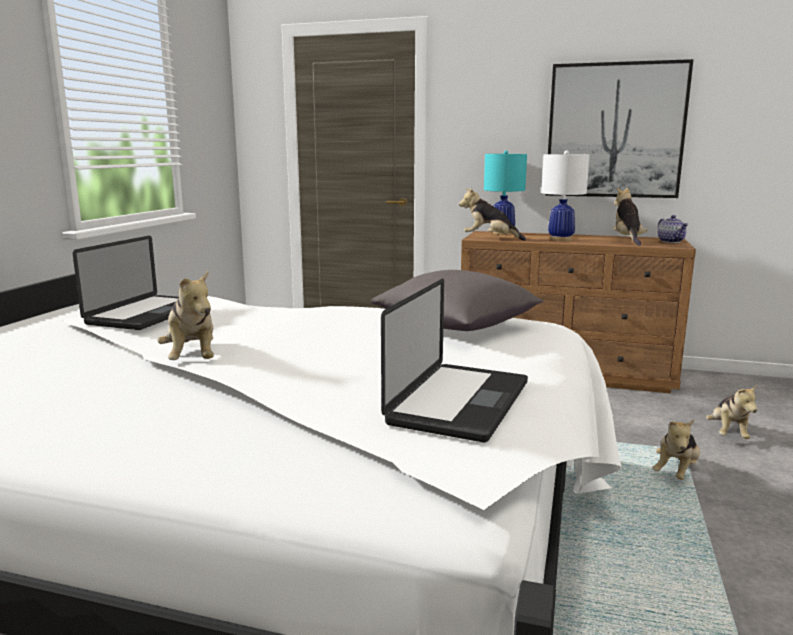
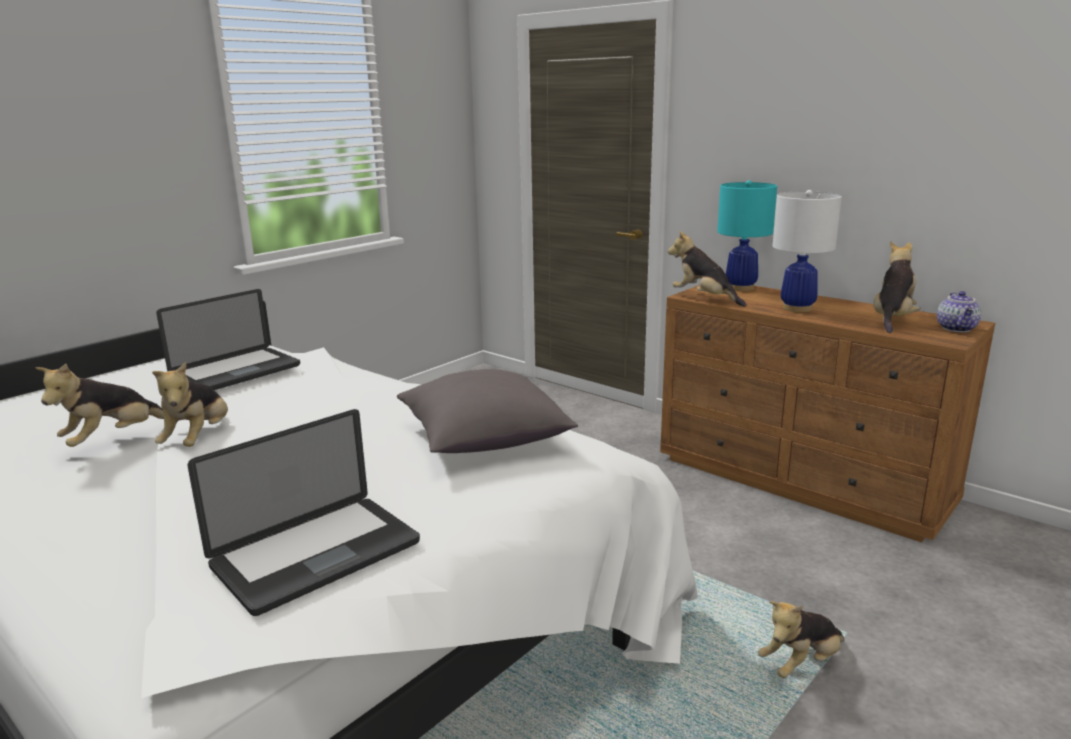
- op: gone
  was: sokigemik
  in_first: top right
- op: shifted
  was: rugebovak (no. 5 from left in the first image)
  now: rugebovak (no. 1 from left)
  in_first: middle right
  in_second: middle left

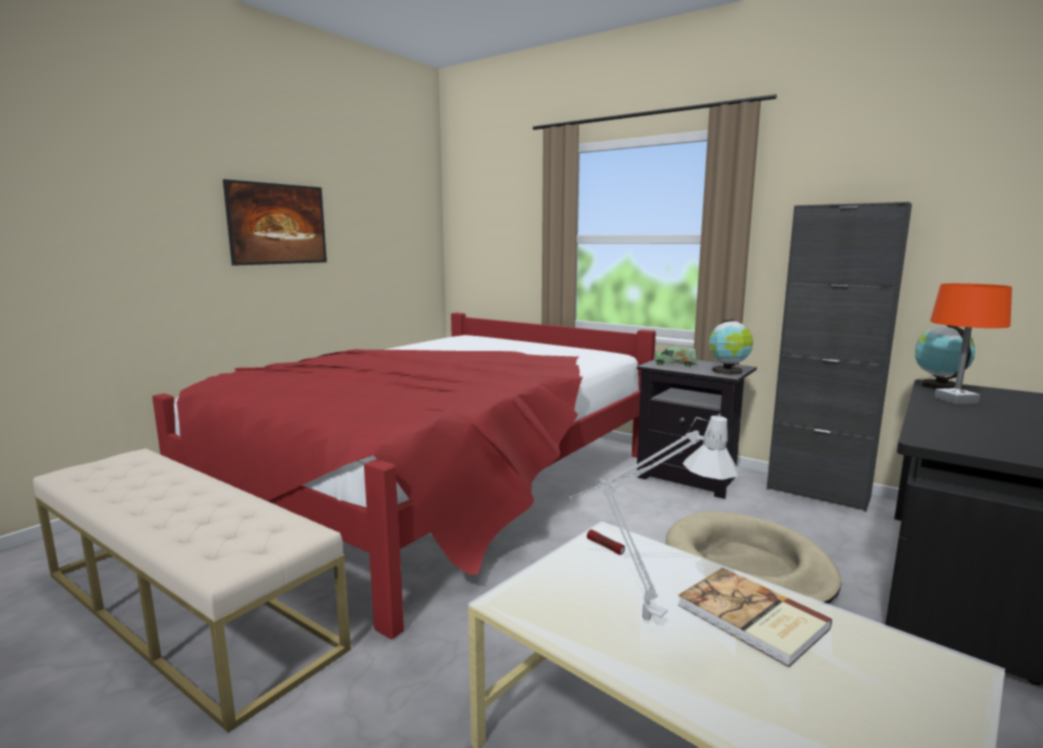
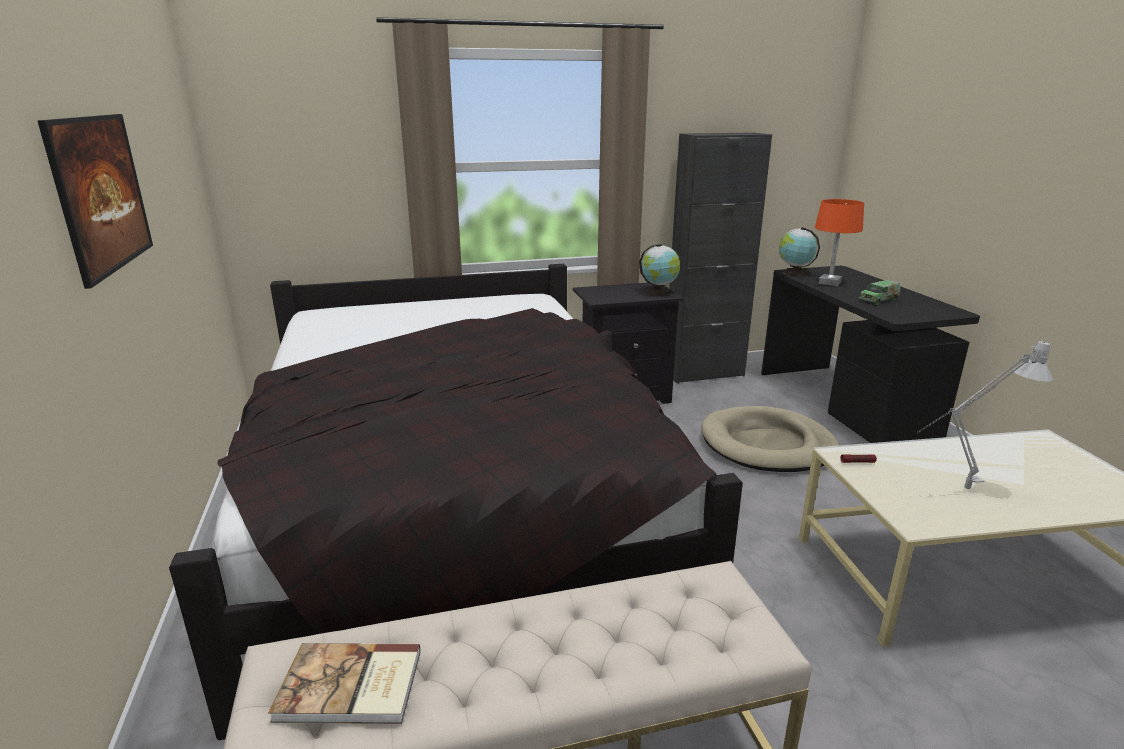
- op: repainted
  was: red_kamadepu
  now: black_kamadepu
  in_first: centre
  in_second: bottom centre
- op: shifted
  was: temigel
  in_first: centre
  in_second: middle right
- op: shifted
  was: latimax
  in_first: bottom right
  in_second: bottom left

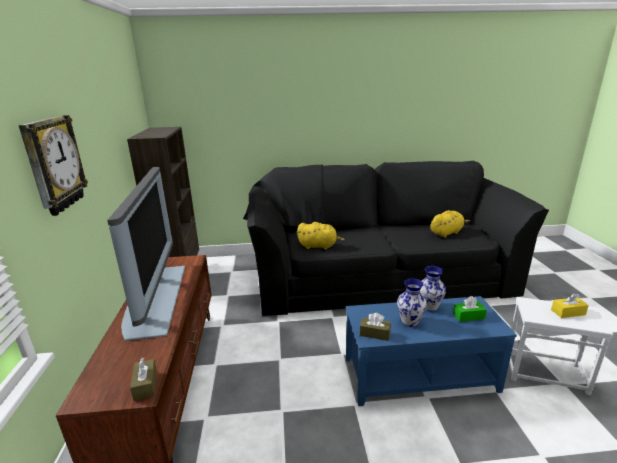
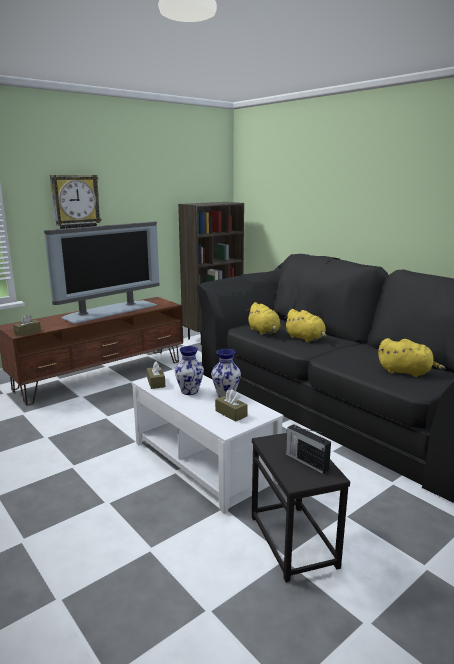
- op: repainted
  was: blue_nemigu
  now: white_nemigu
  in_first: bottom right
  in_second: centre
- op: repainted
  was: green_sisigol
  now: brown_sisigol (no. 3 from left)
  in_first: bottom right
  in_second: centre
- op: repainted
  was: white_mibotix
  now: black_mibotix
  in_first: bottom right
  in_second: bottom centre
- op: swapped
  was: yellow_sisigol
  now: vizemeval
  in_first: middle right
  in_second: bottom right
- op: new
  now: yellow_rugebovak (no. 2 from left)
  in_second: middle right

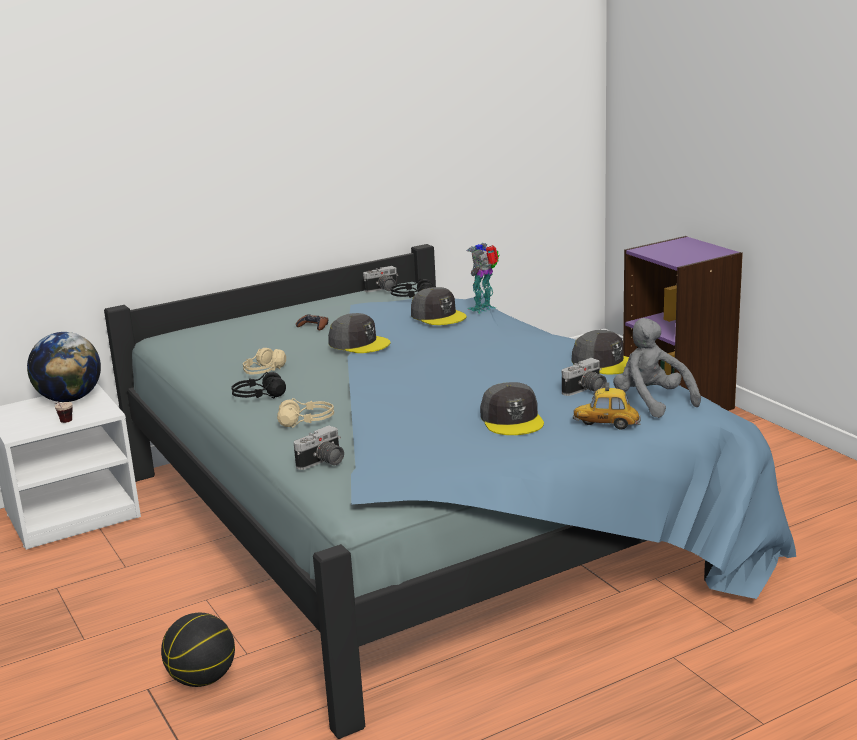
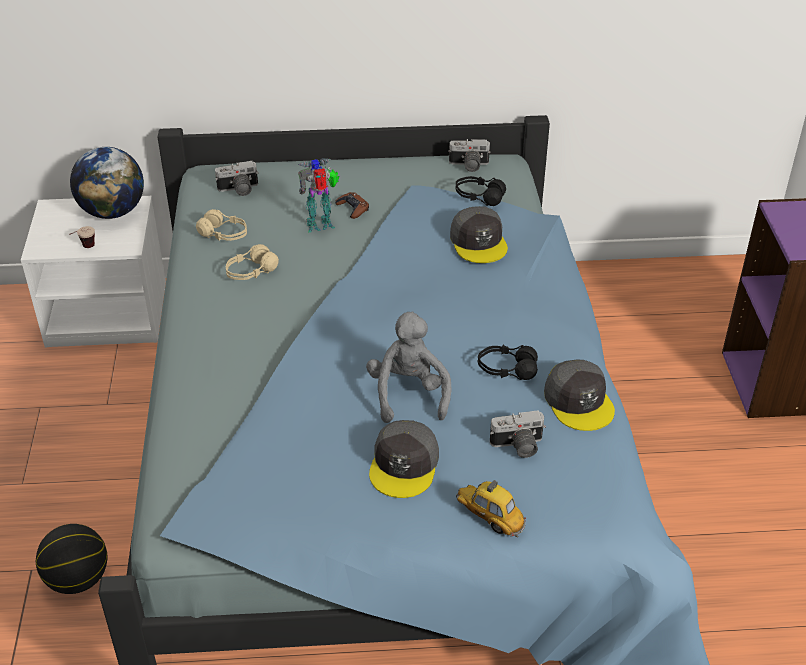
- op: shifted
  was: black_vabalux (no. 1 from left in the first image)
  now: black_vabalux (no. 2 from left)
  in_first: middle left
  in_second: centre
- op: shifted
  was: beige_vabalux (no. 2 from left in the first image)
  now: beige_vabalux (no. 1 from left)
  in_first: centre
  in_second: middle left
- op: shifted
  was: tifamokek (no. 1 from left)
  in_first: centre
  in_second: top left
- op: gone
  was: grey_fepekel (no. 1 from left)
  in_first: centre
- op: shifted
  was: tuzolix
  in_first: centre
  in_second: top centre
- op: shifted
  was: grey_rugebovak
  in_first: middle right
  in_second: centre

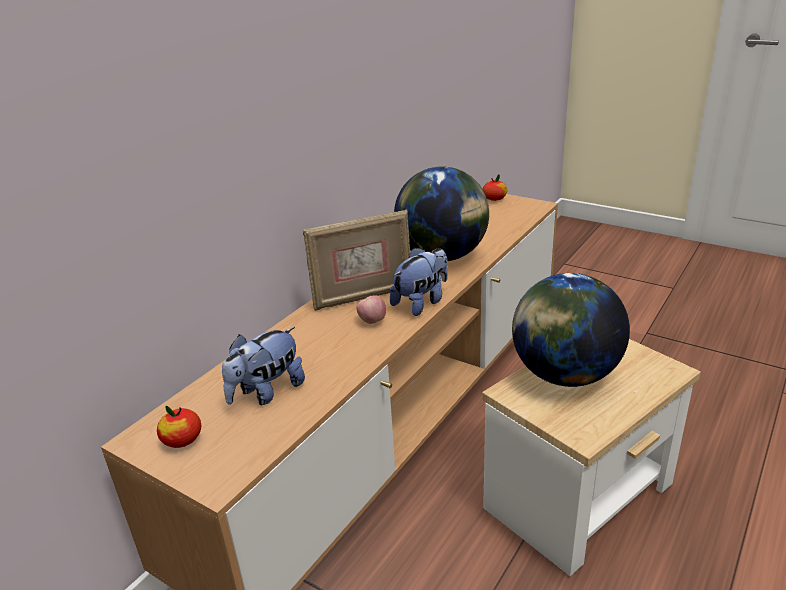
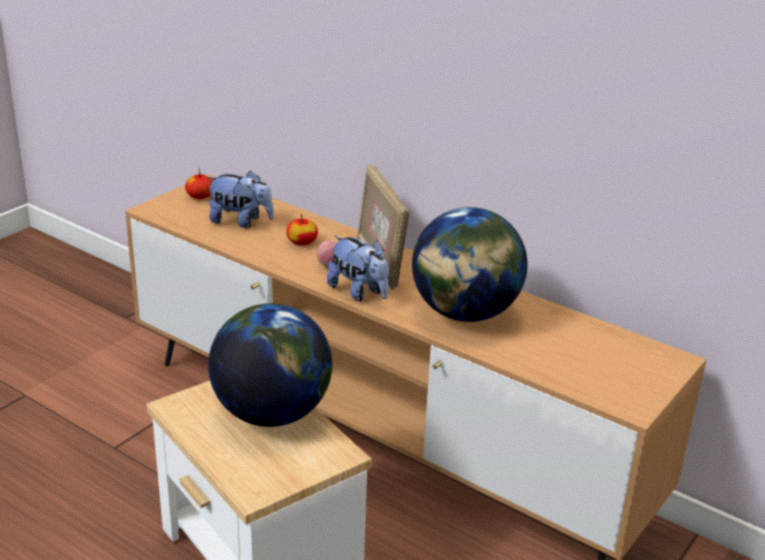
- op: rotated
  was: rugebovak (no. 1 from left)
  in_first: centre
  in_second: middle left
  clockwise: 150
- op: shifted
  was: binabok (no. 3 from left in the first image)
  now: binabok (no. 2 from left)
  in_first: top centre
  in_second: centre

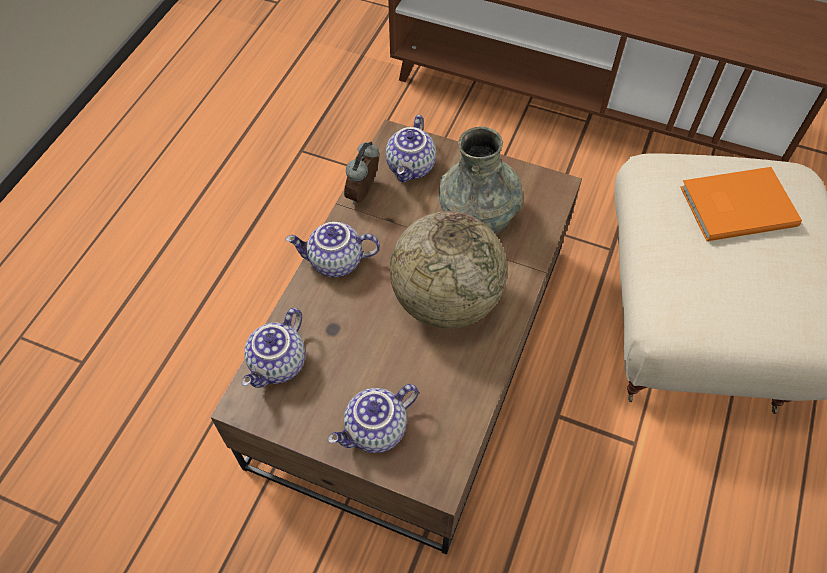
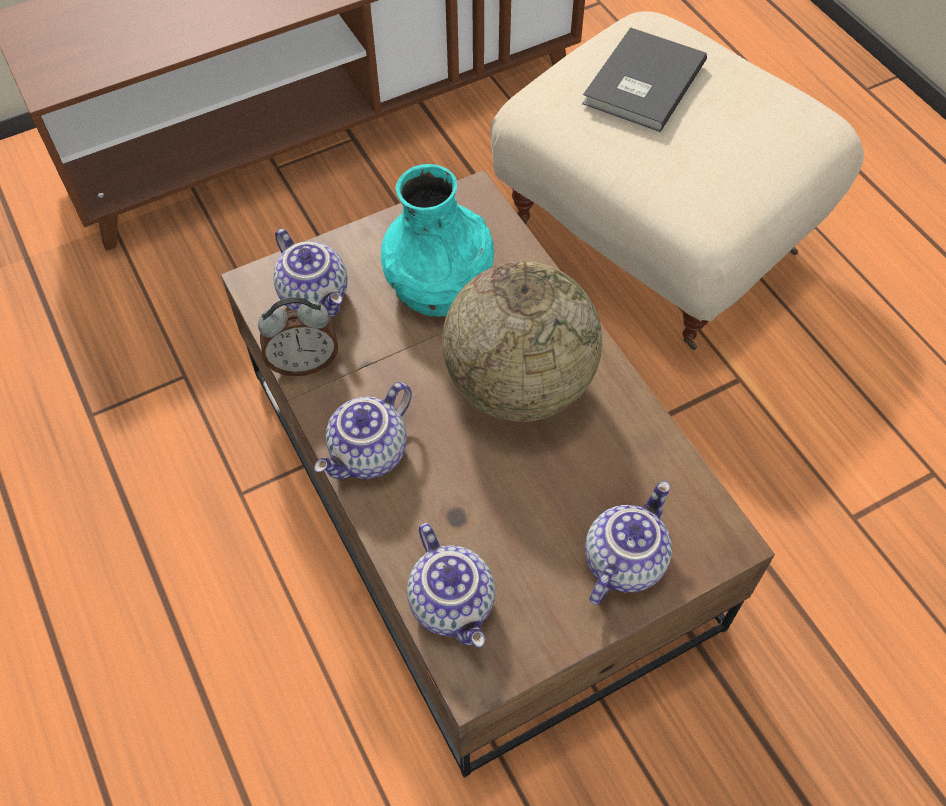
- op: rotated
  was: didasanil (no. 3 from left in the first image)
  in_first: bottom centre
  in_second: bottom centre
  clockwise: -150
- op: rotated
  was: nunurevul
  in_first: top centre
  in_second: middle left
  clockwise: -75
- op: repainted
  was: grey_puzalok
  now: turquoise_puzalok
  in_first: top centre
  in_second: top centre
- op: repainted
  was: orange_latimax
  now: grey_latimax
  in_first: middle right
  in_second: top right

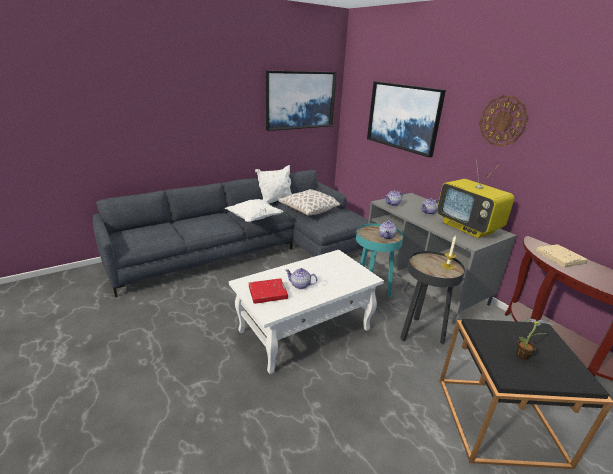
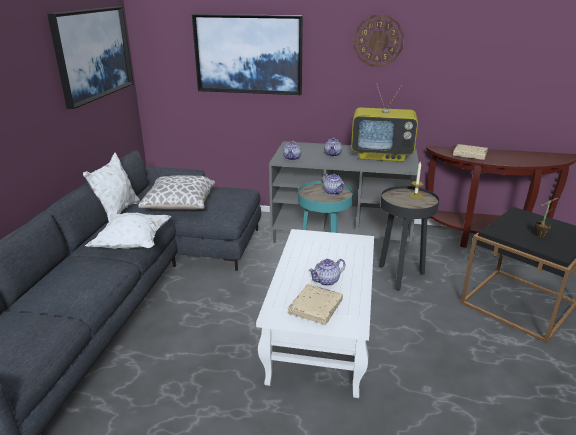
- op: repainted
  was: red_latimax
  now: beige_latimax (no. 1 from left)
  in_first: centre
  in_second: bottom centre

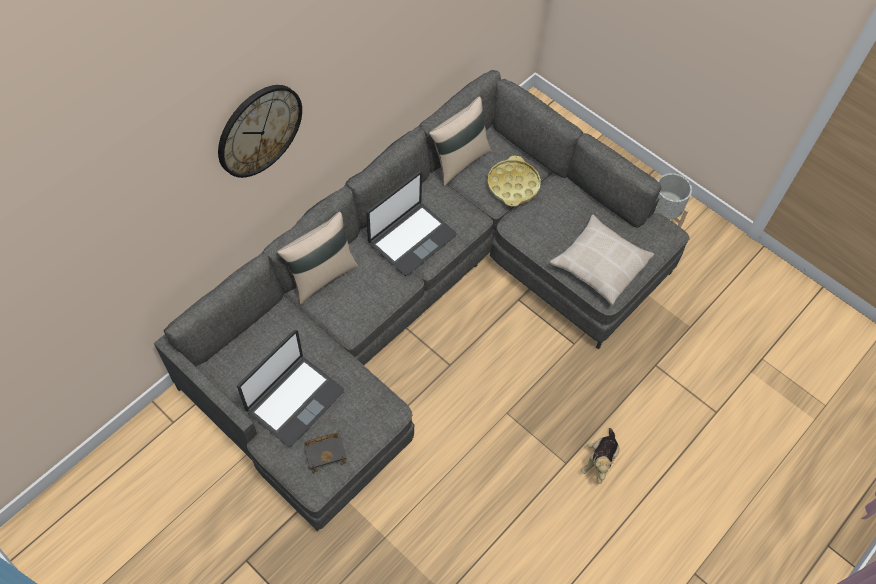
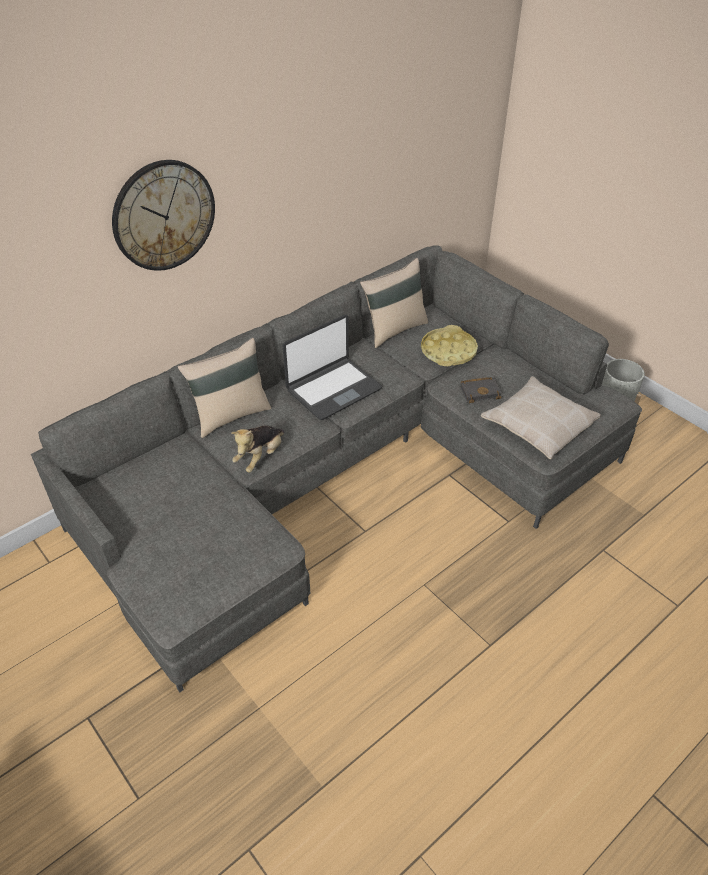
- op: gone
  was: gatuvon (no. 1 from left)
  in_first: middle left
- op: shifted
  was: black_latimax
  in_first: bottom centre
  in_second: middle right
- op: shifted
  was: rugebovak
  in_first: bottom right
  in_second: centre

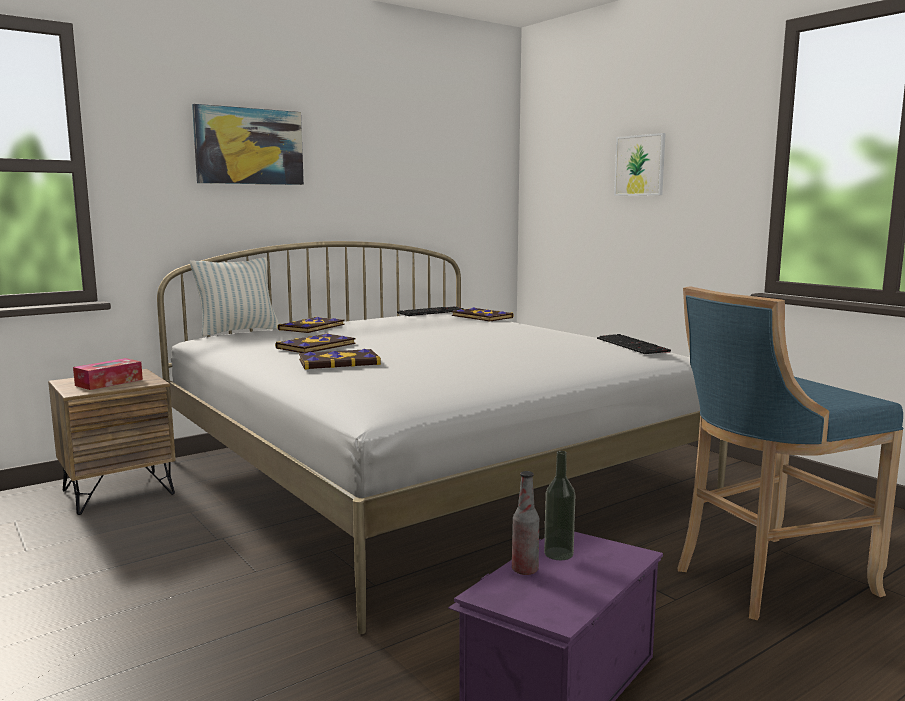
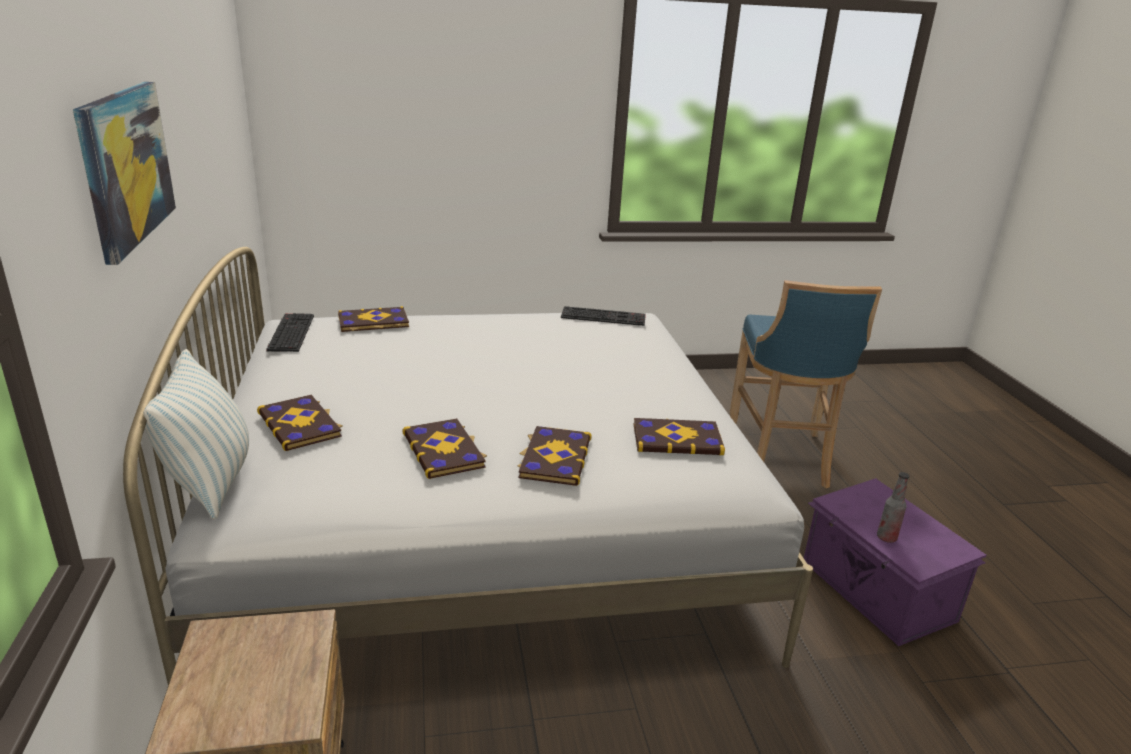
- op: gone
  was: sisigol
  in_first: middle left
- op: gone
  was: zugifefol (no. 2 from left)
  in_first: bottom centre
- op: gone
  was: sokigemik (no. 2 from left)
  in_first: top right
- op: new
  now: latimax (no. 5 from left)
  in_second: centre

